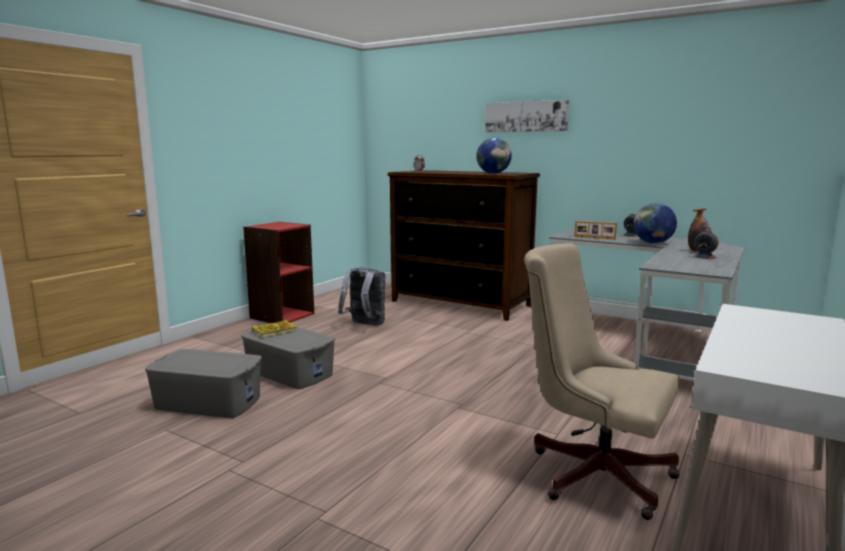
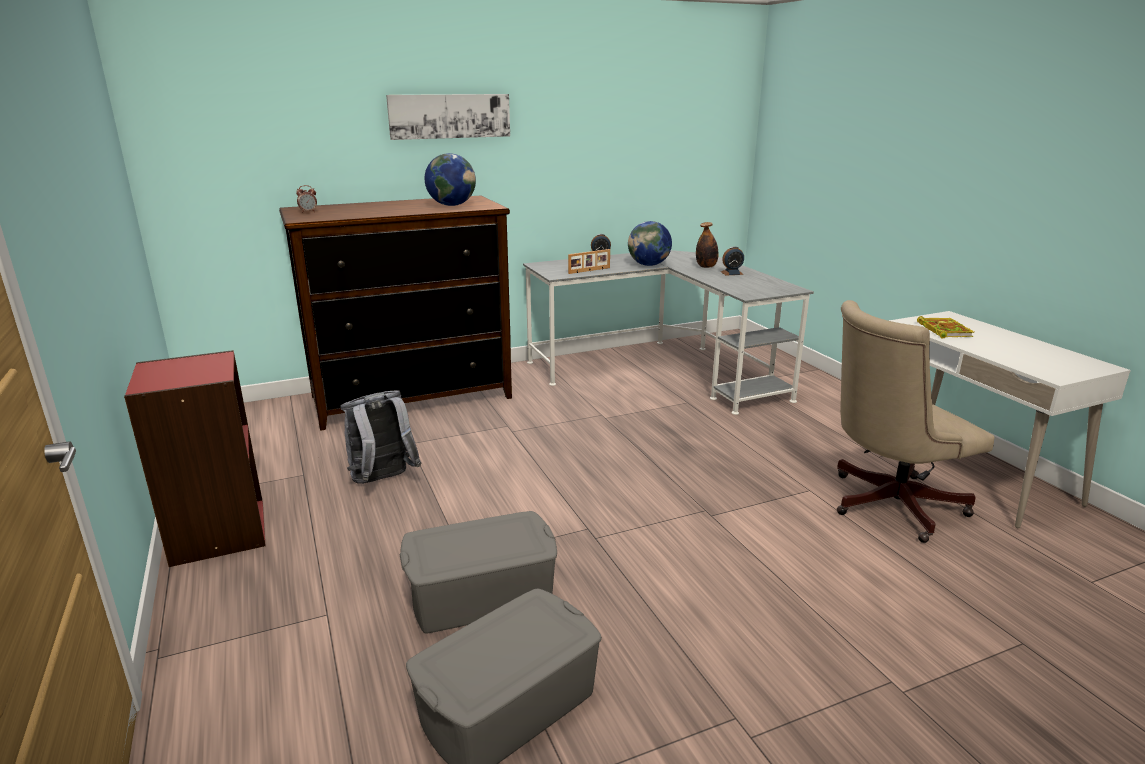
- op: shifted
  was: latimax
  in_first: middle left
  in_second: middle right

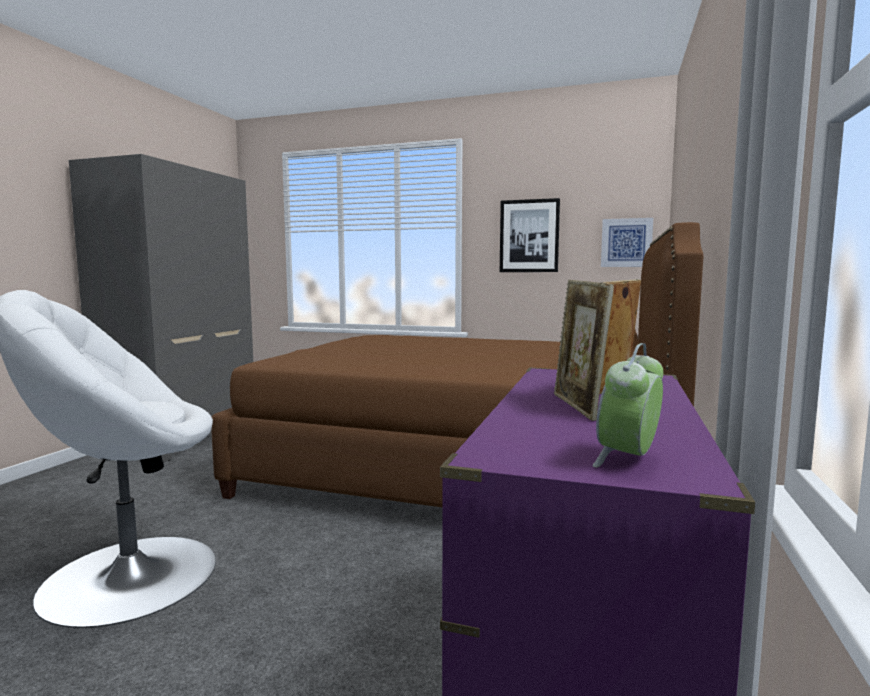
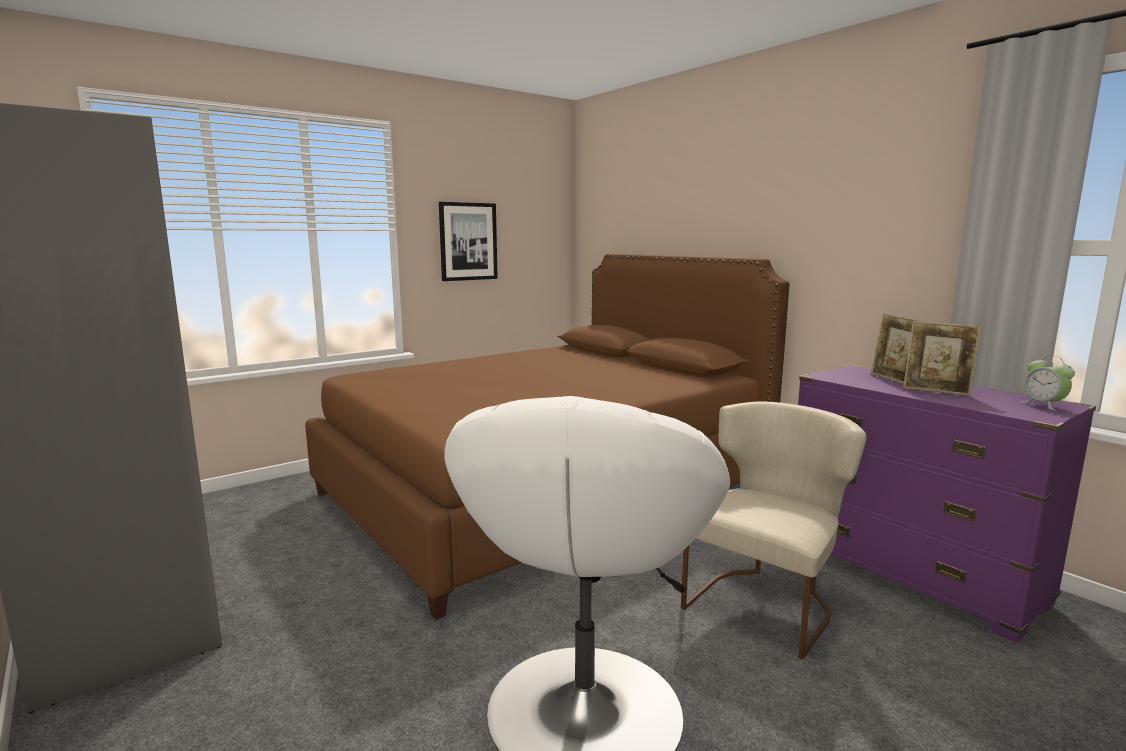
- op: gone
  was: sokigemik (no. 2 from left)
  in_first: middle right
- op: new
  now: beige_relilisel
  in_second: bottom right

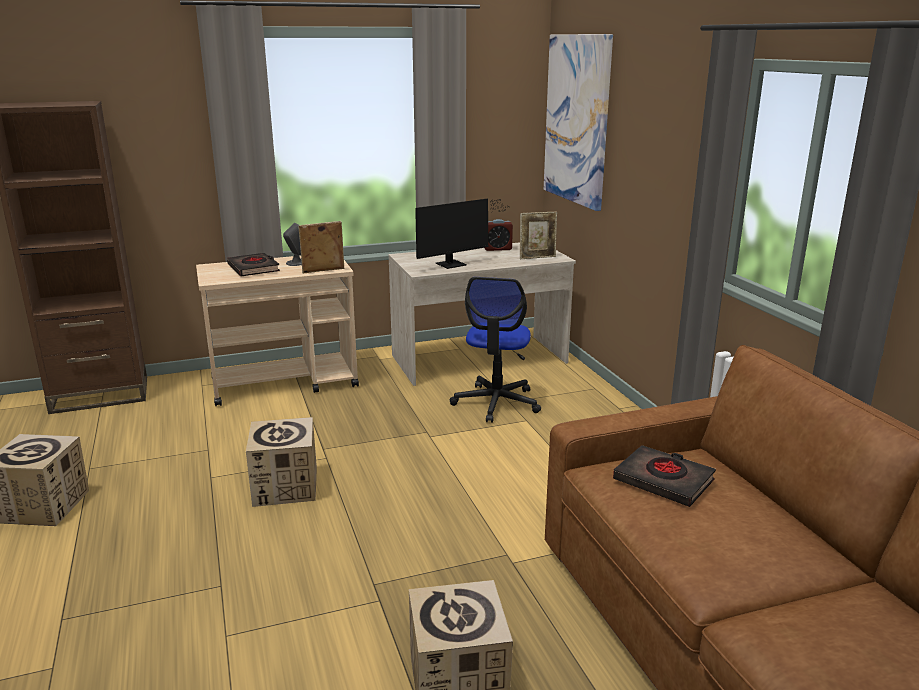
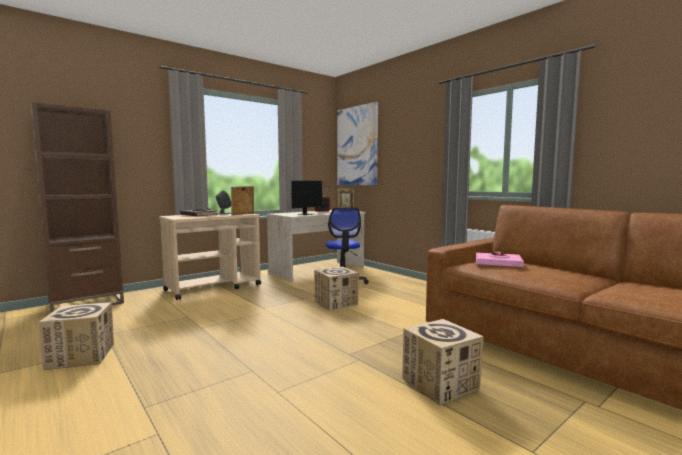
- op: shifted
  was: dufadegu (no. 2 from left)
  in_first: bottom left
  in_second: centre
- op: repainted
  was: black_latimax (no. 2 from left)
  now: pink_latimax
  in_first: bottom right
  in_second: middle right

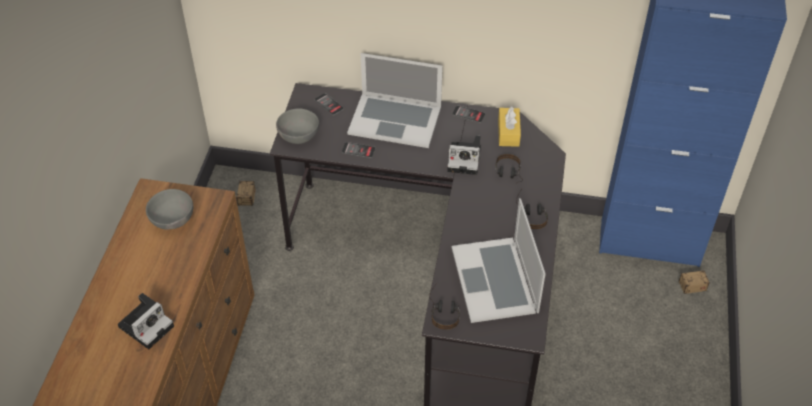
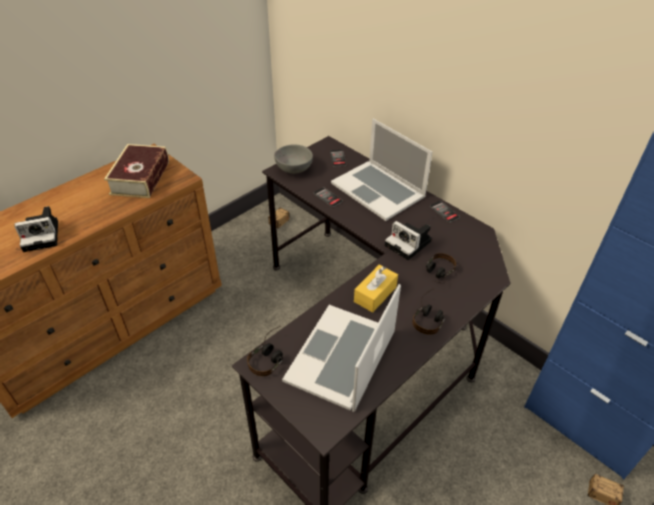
- op: swapped
  was: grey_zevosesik (no. 1 from left)
  now: latimax
  in_first: middle left
  in_second: middle left
- op: shifted
  was: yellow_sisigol
  in_first: top centre
  in_second: centre

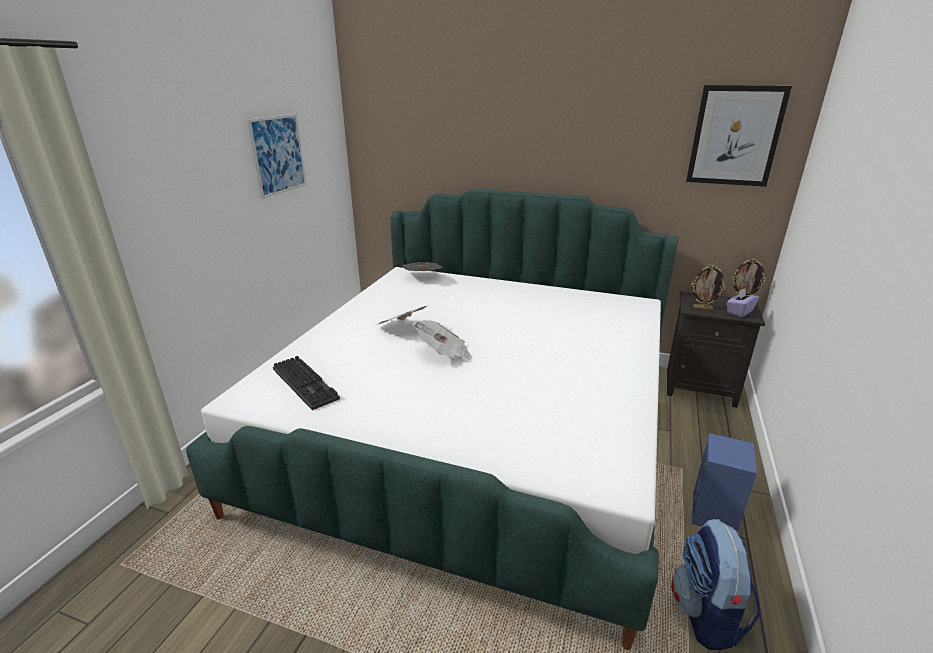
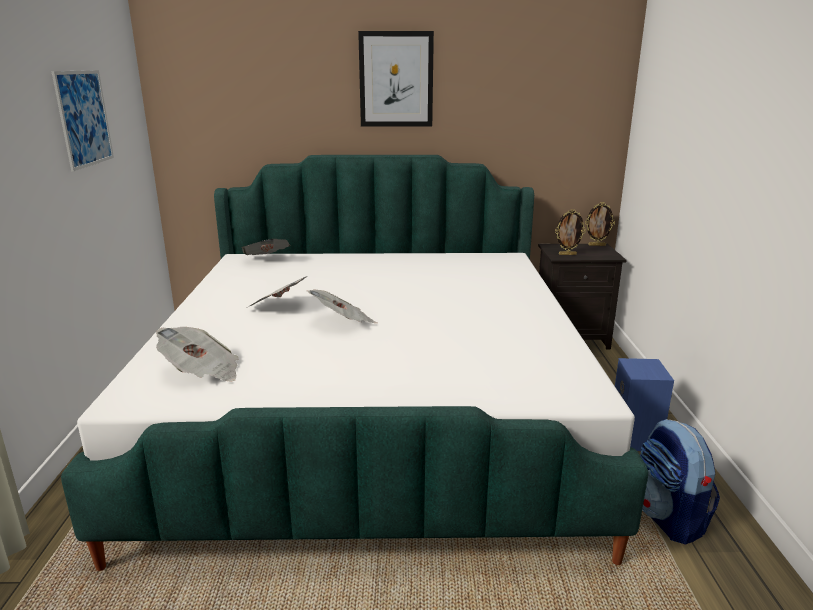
- op: swapped
  was: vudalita
  now: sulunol (no. 1 from left)
  in_first: middle left
  in_second: middle left
- op: shifted
  was: sokigemik (no. 2 from left)
  in_first: top right
  in_second: top centre
- op: gone
  was: purple_sisigol
  in_first: middle right

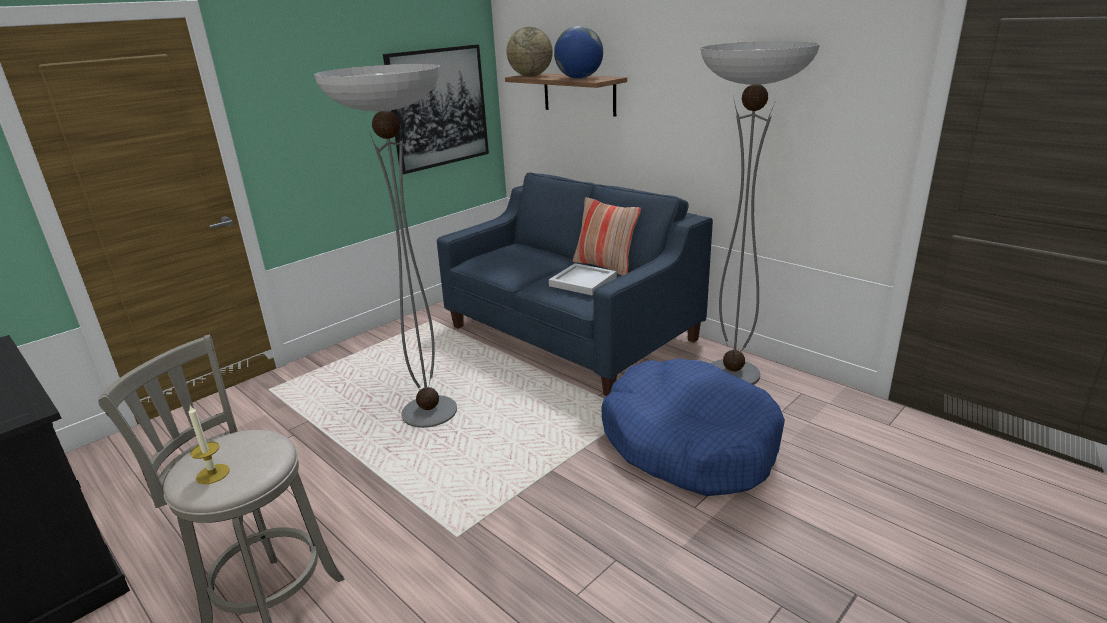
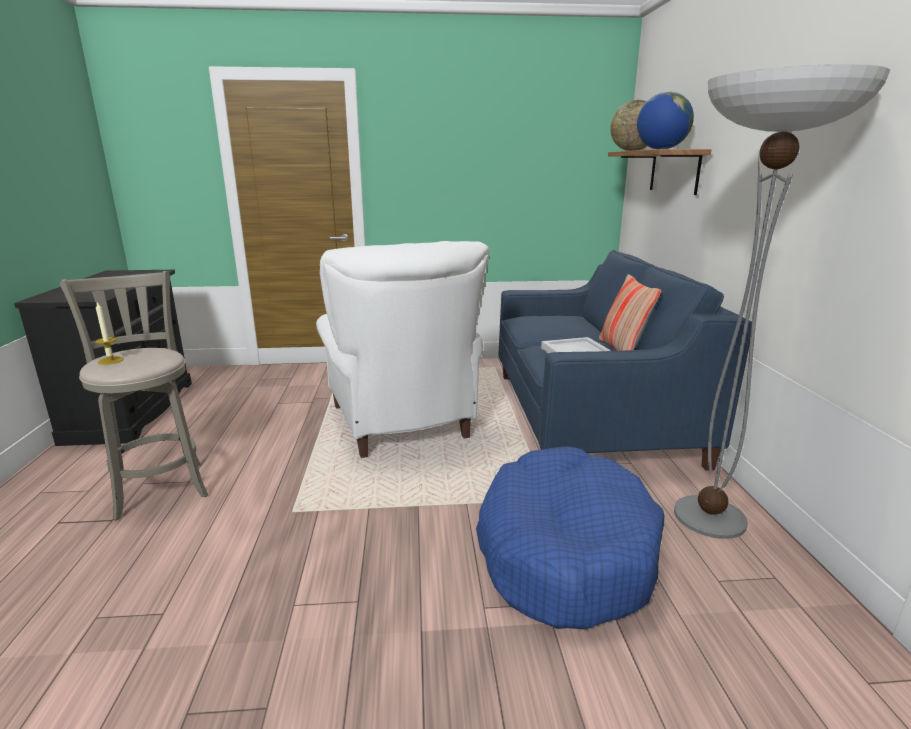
- op: swapped
  was: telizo (no. 1 from left)
  now: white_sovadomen
  in_first: centre
  in_second: centre
- op: gone
  was: sokigemik
  in_first: top centre

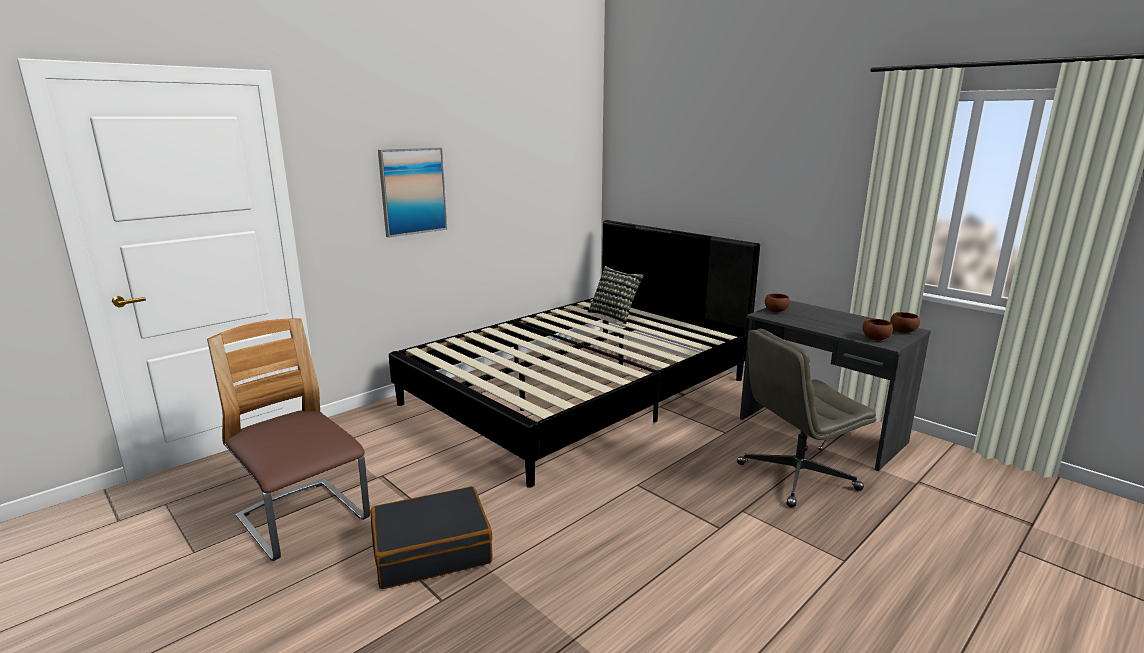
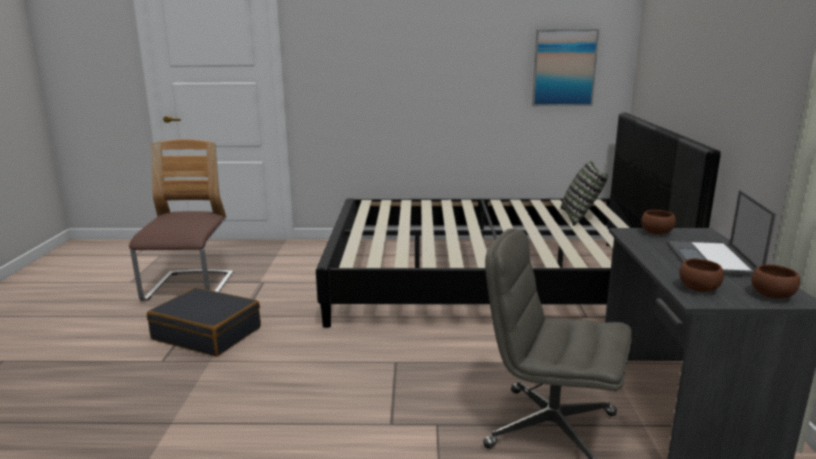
- op: shifted
  was: sokigemik
  in_first: top centre
  in_second: top right
- op: new
  now: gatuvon
  in_second: middle right

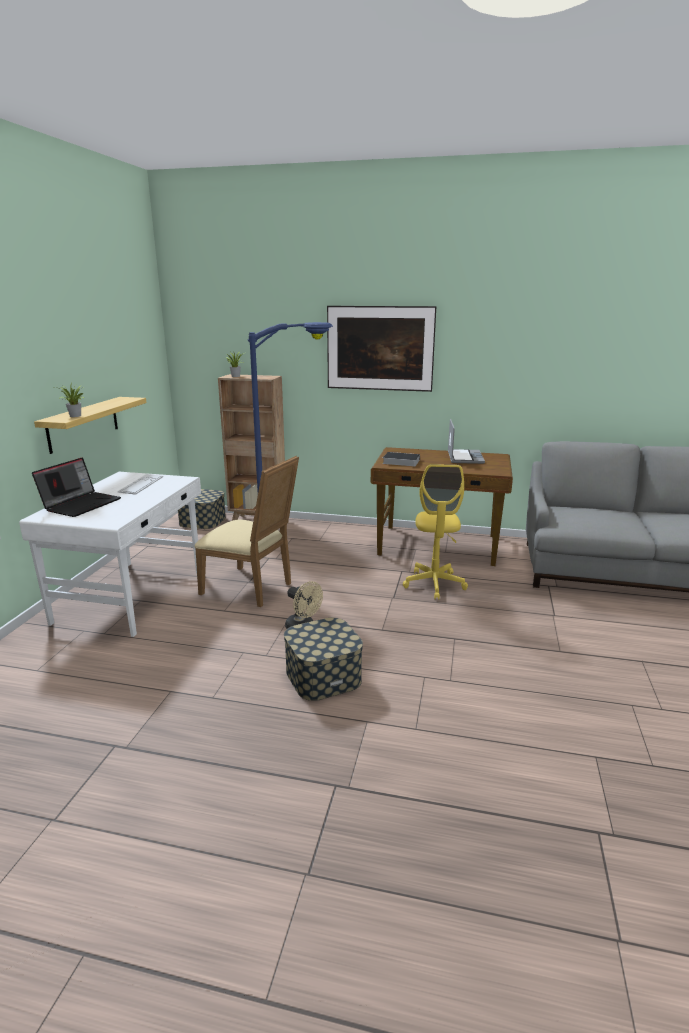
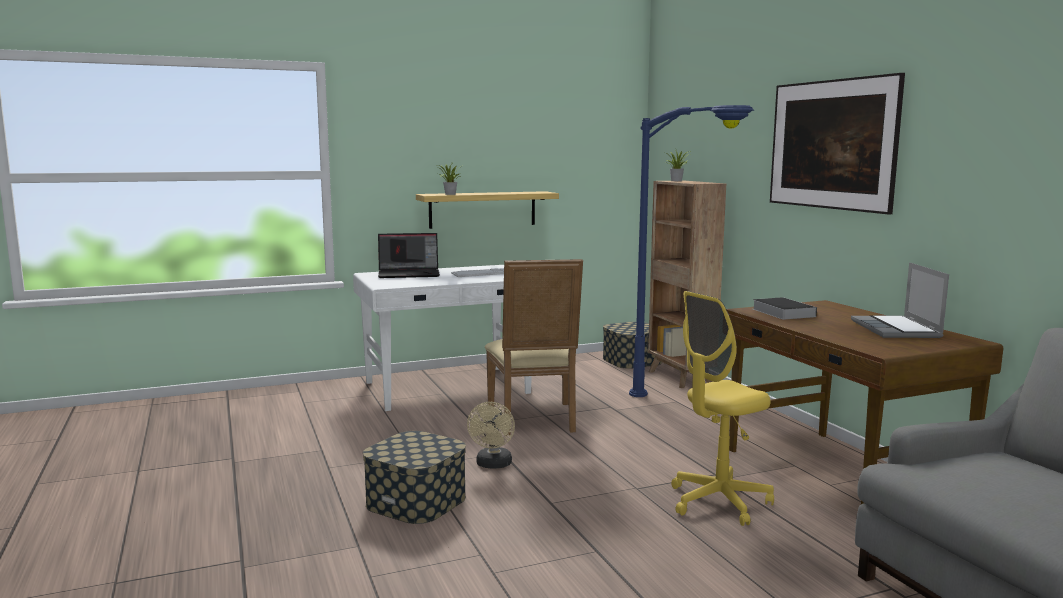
- op: rotated
  was: gatuvon (no. 2 from left)
  in_first: middle right
  in_second: middle right
  clockwise: 120

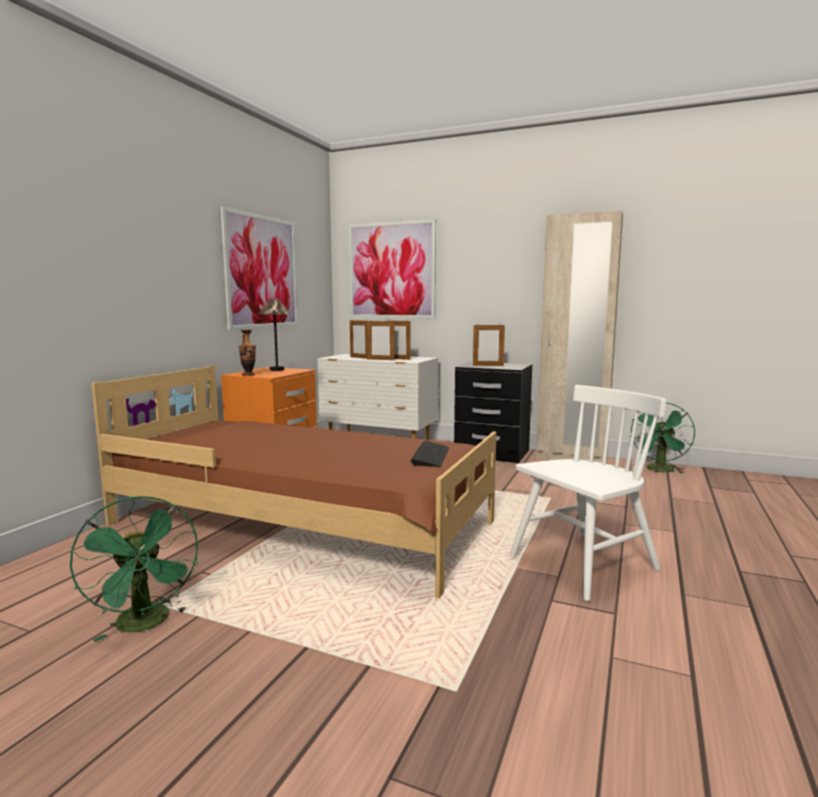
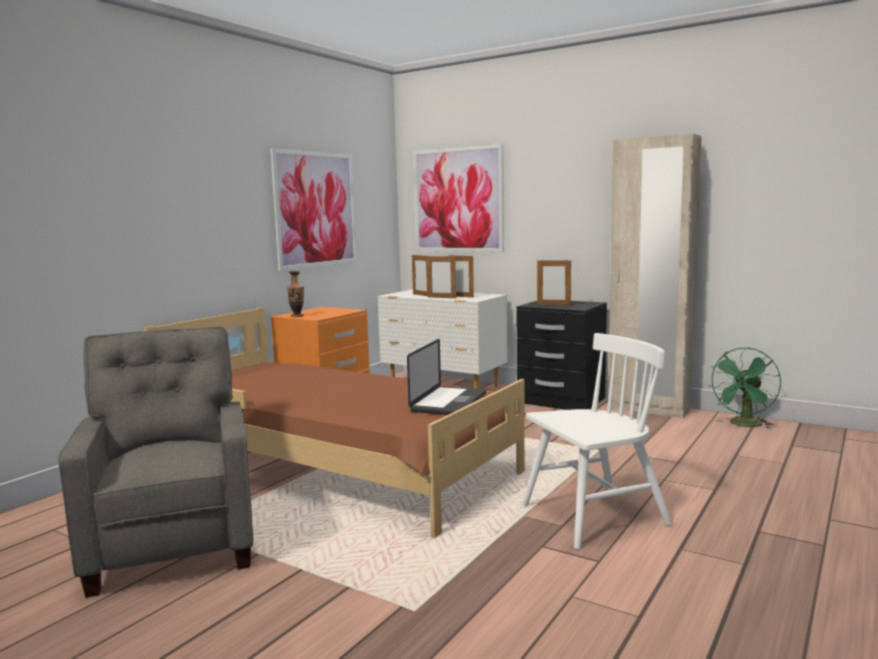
- op: swapped
  was: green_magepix (no. 1 from left)
  now: grey_sovadomen
  in_first: bottom left
  in_second: bottom left
- op: gone
  was: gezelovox
  in_first: centre
- op: swapped
  was: vudalita
  now: gatuvon
  in_first: centre
  in_second: centre

